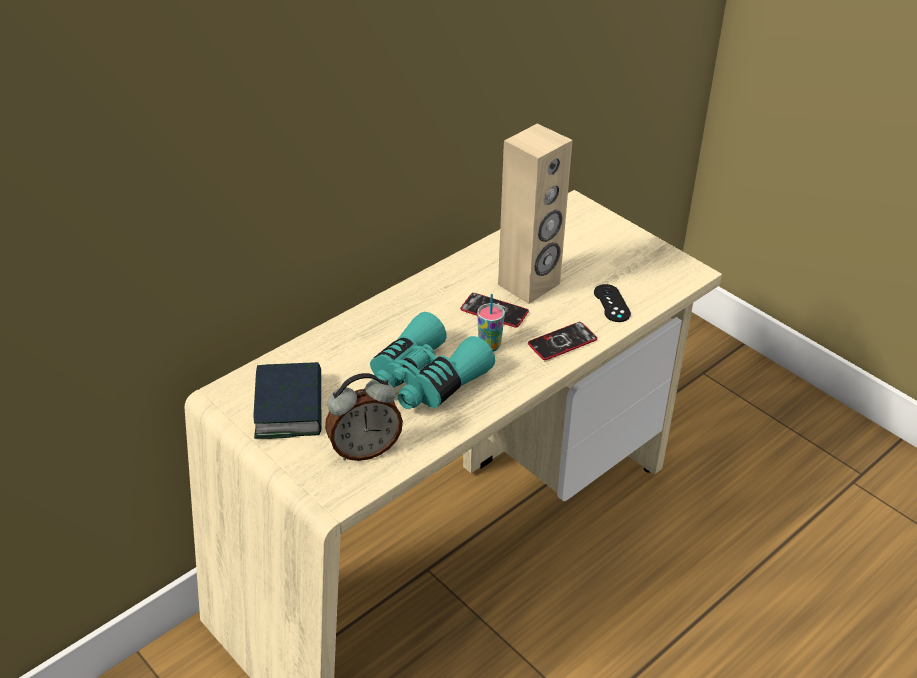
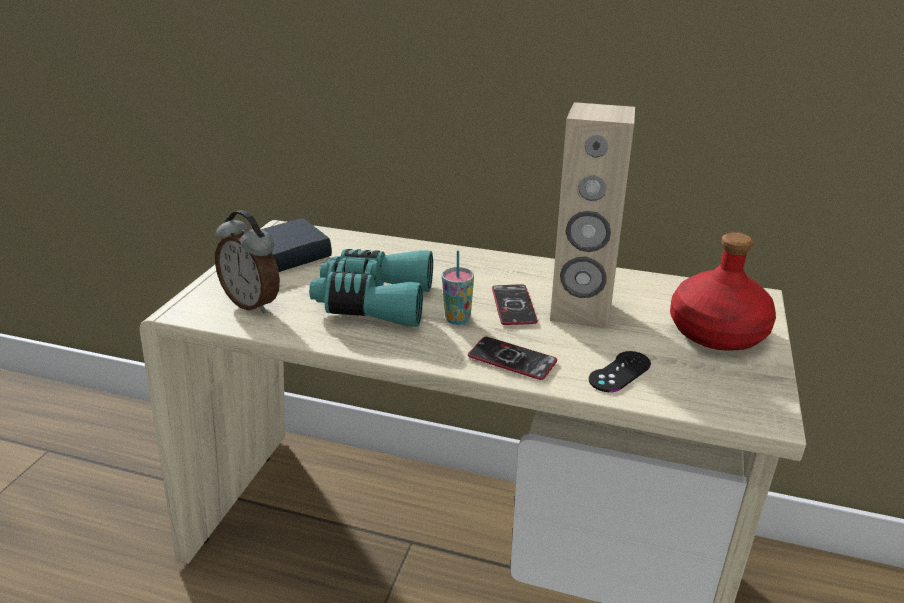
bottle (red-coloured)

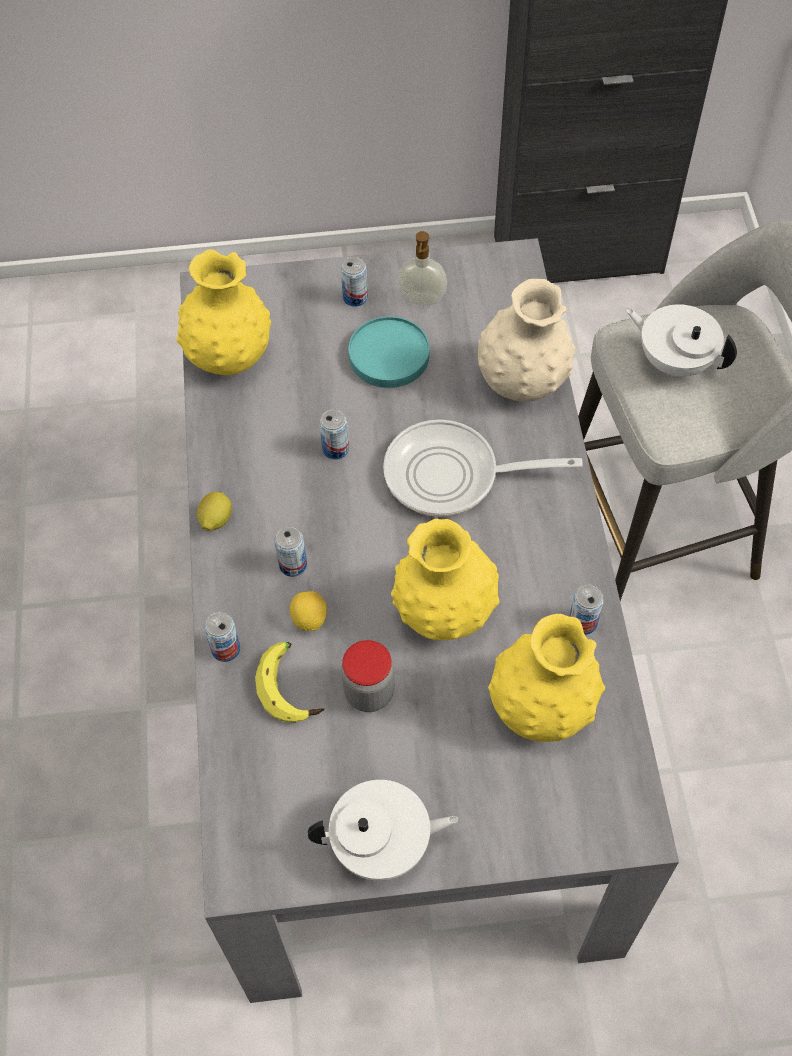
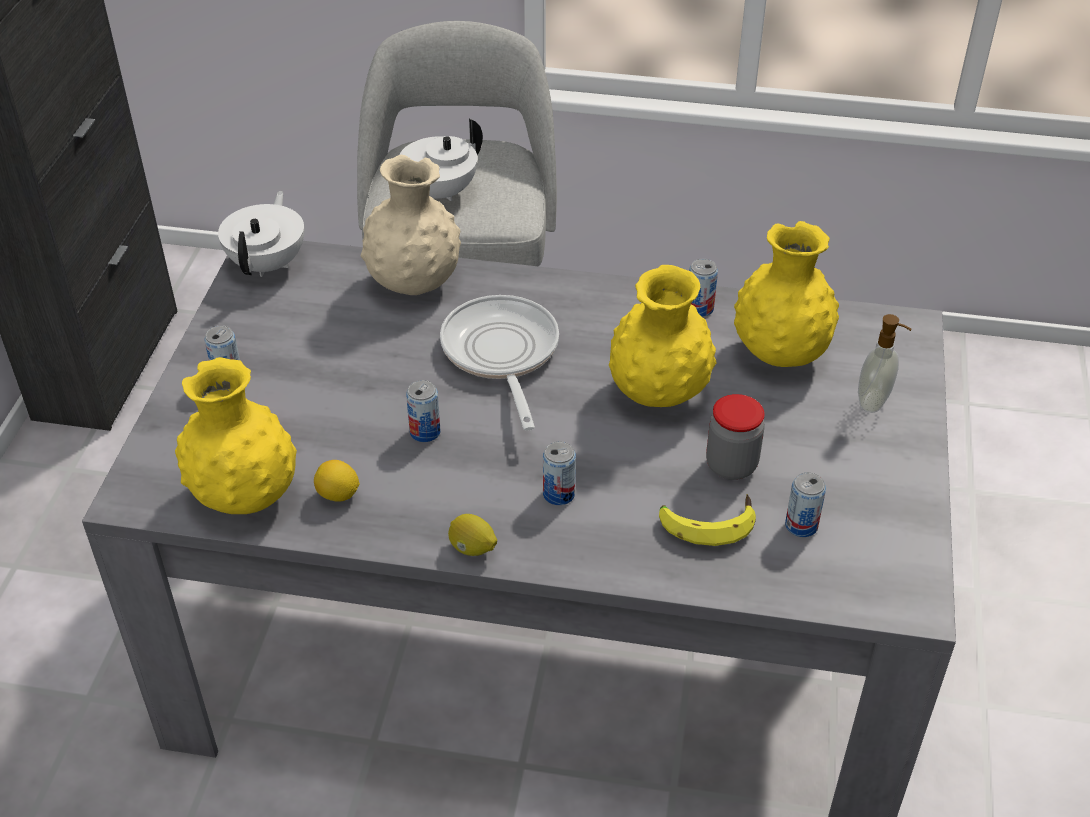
flat dish (blue-green); can (5th from left); lemon (1st from left); pot for tea (white) (1st from left); soap bottle; skillet

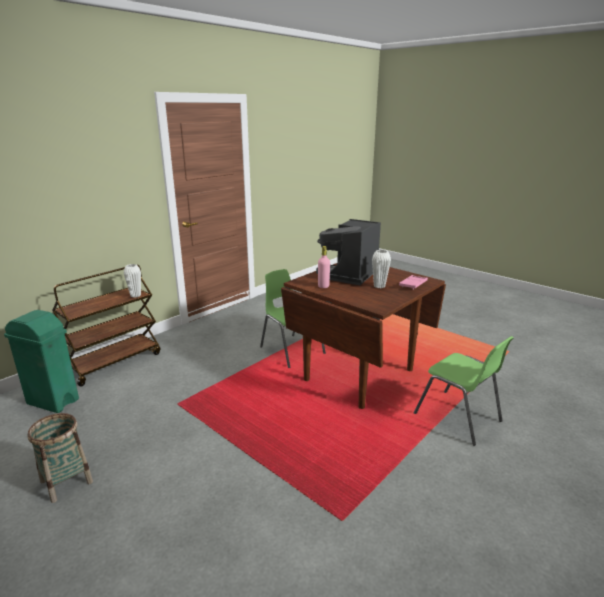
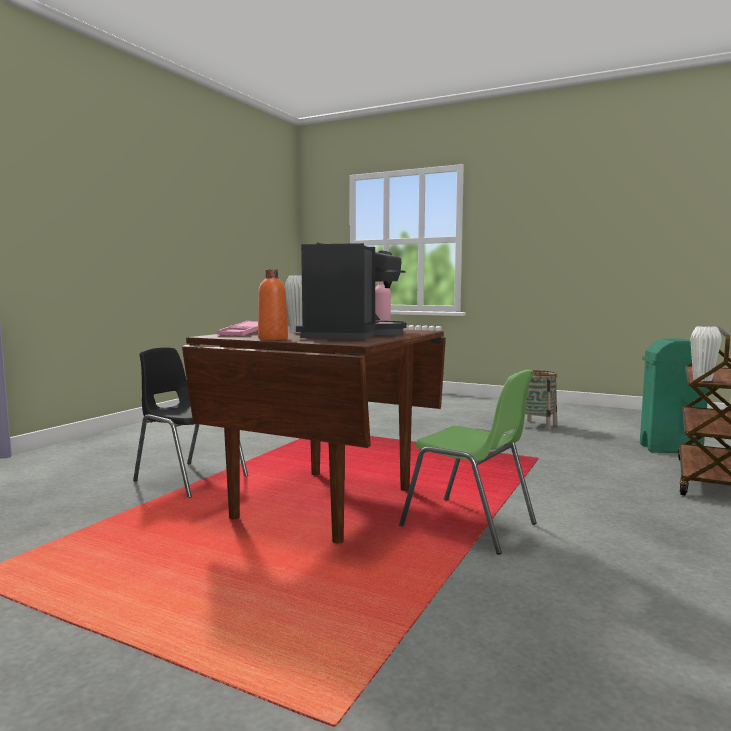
bottle (orange); upright chair (black)

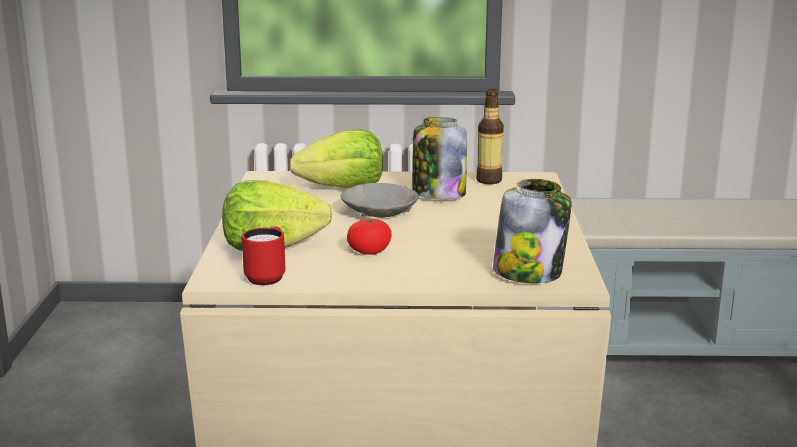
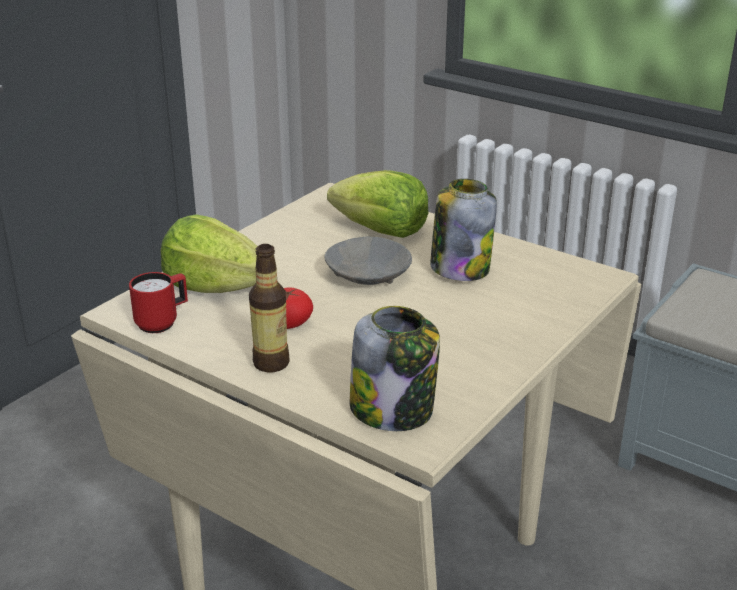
bottle

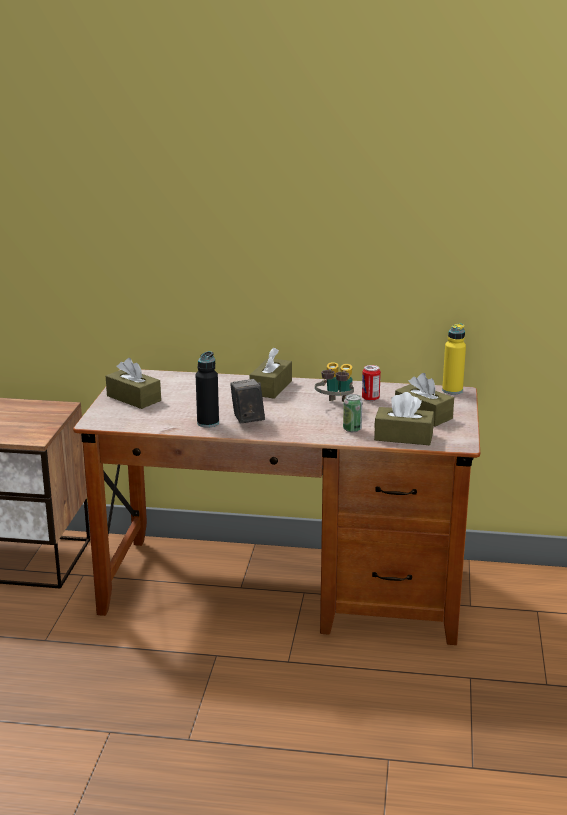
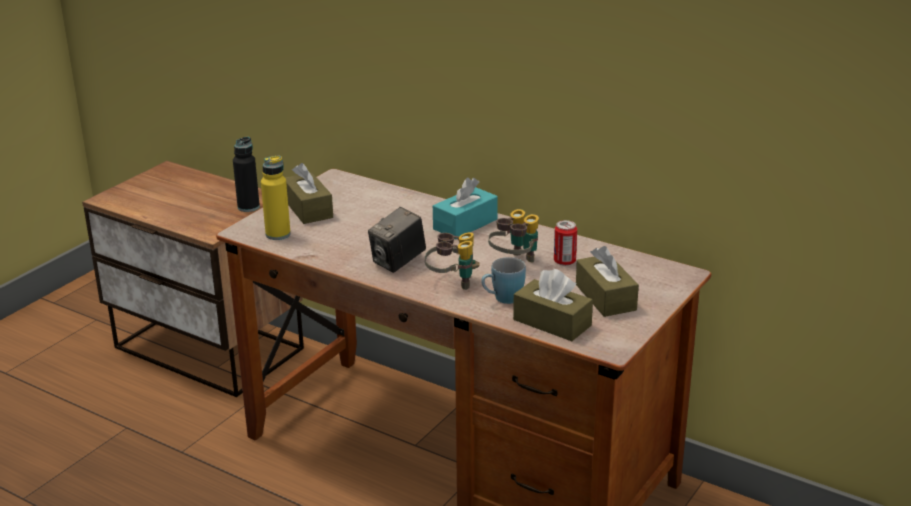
field glasses (1st from left); bottle (black); bottle (yellowish); mug (blue-coloured); tissue holder (blue-green); photo camera

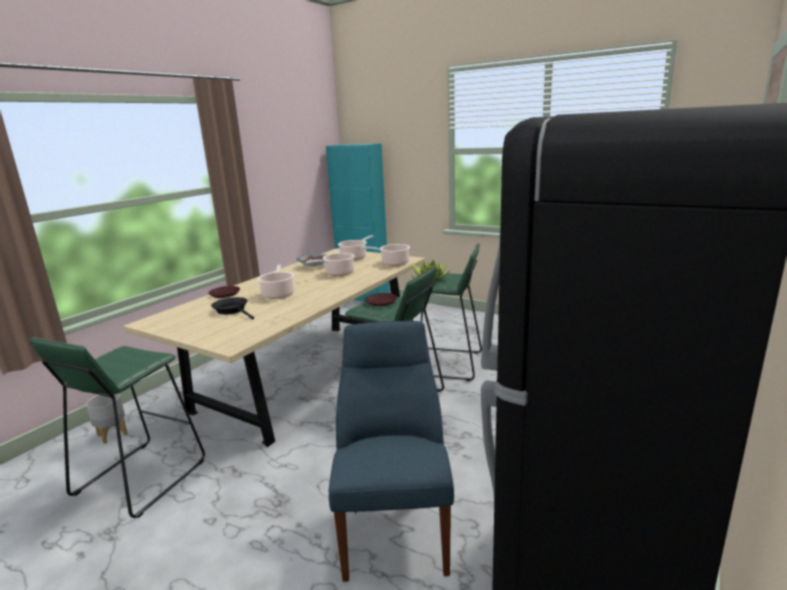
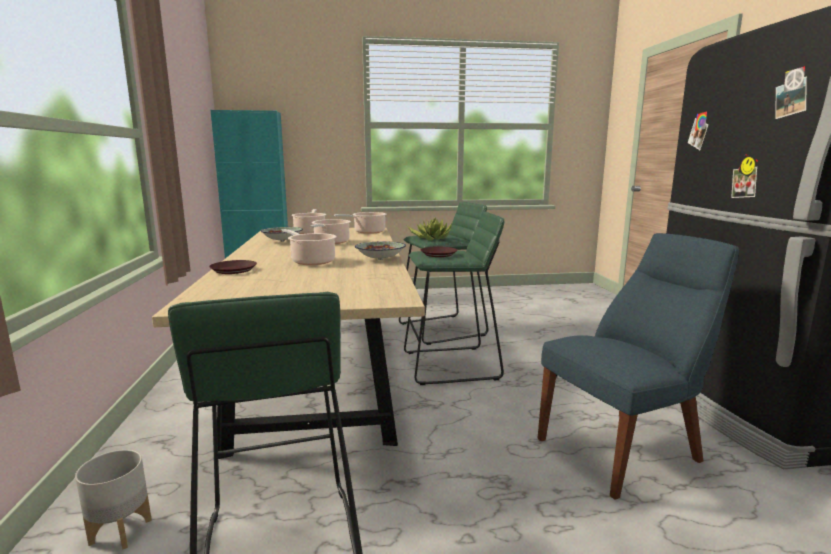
skillet (black); bowl (2nd from left); upright chair (blue-coloured)

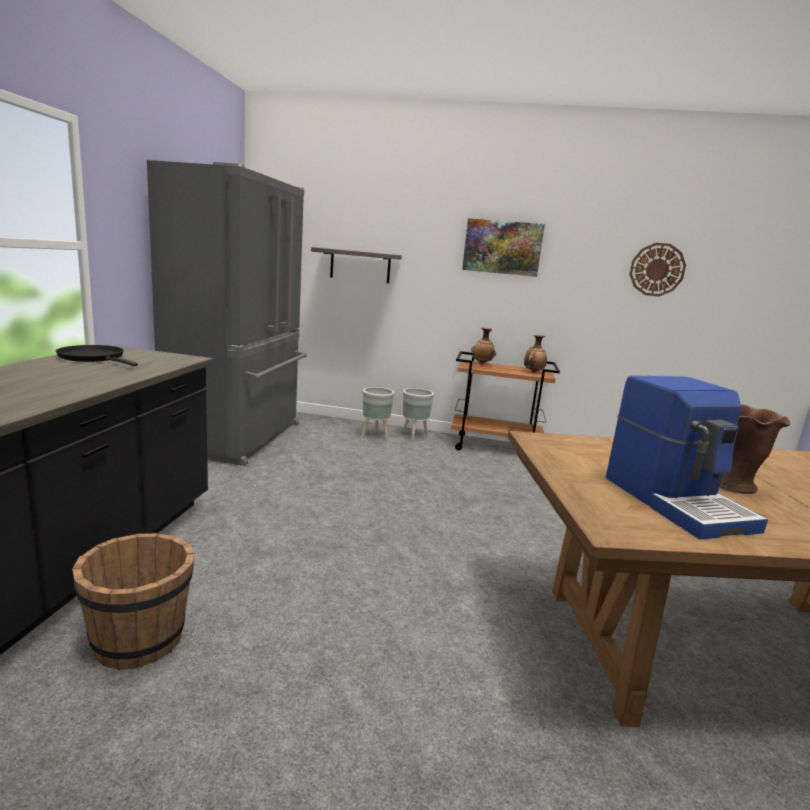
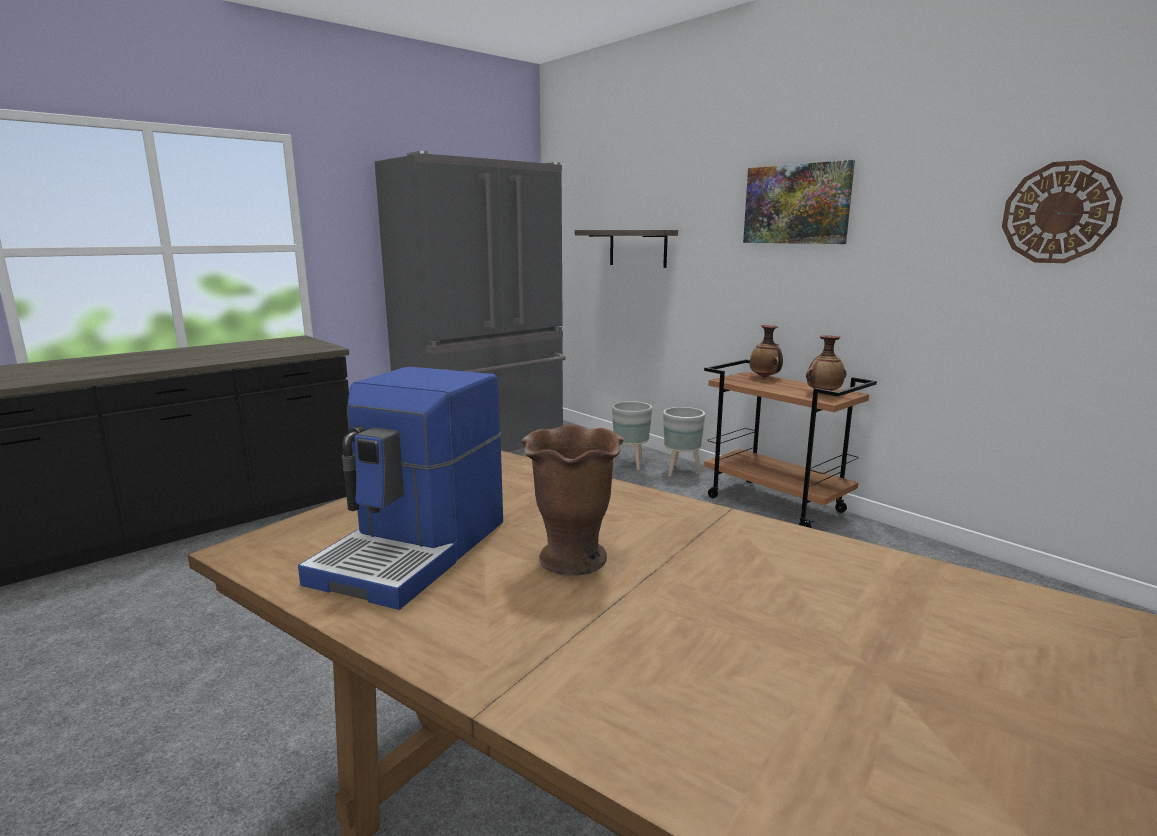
skillet (black); pail (brown-coloured)

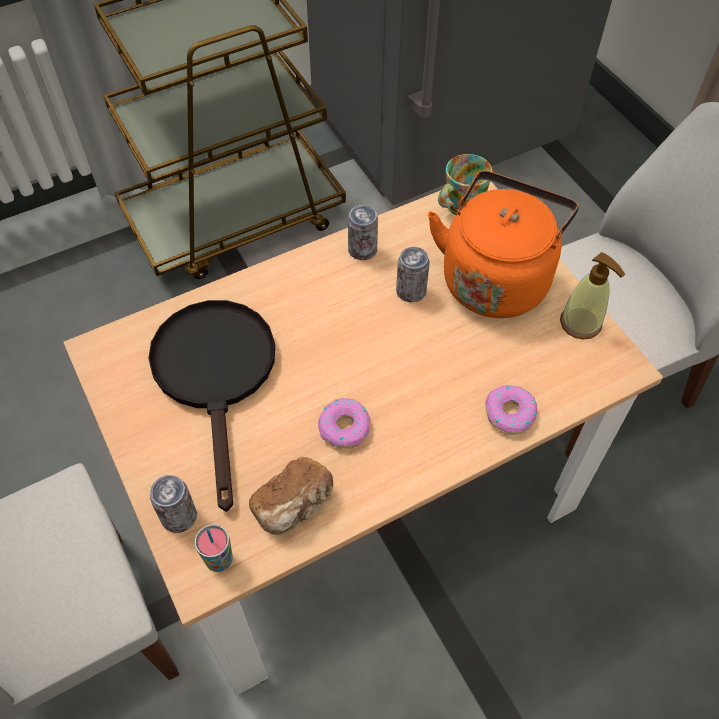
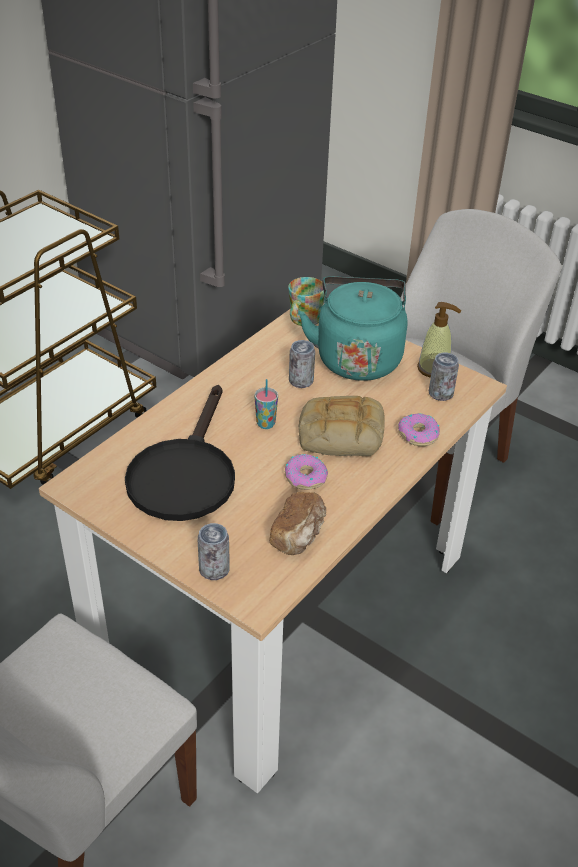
bakery bread (2nd from left); small cup; can (3rd from left); tea kettle (blue-green); skillet (black)

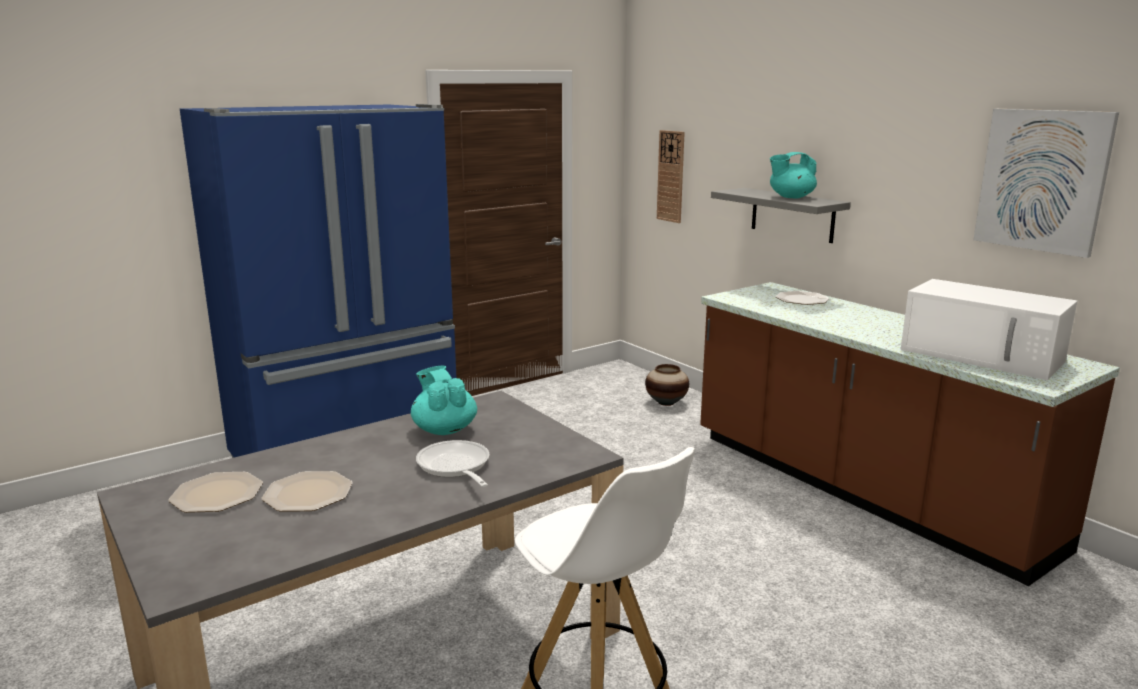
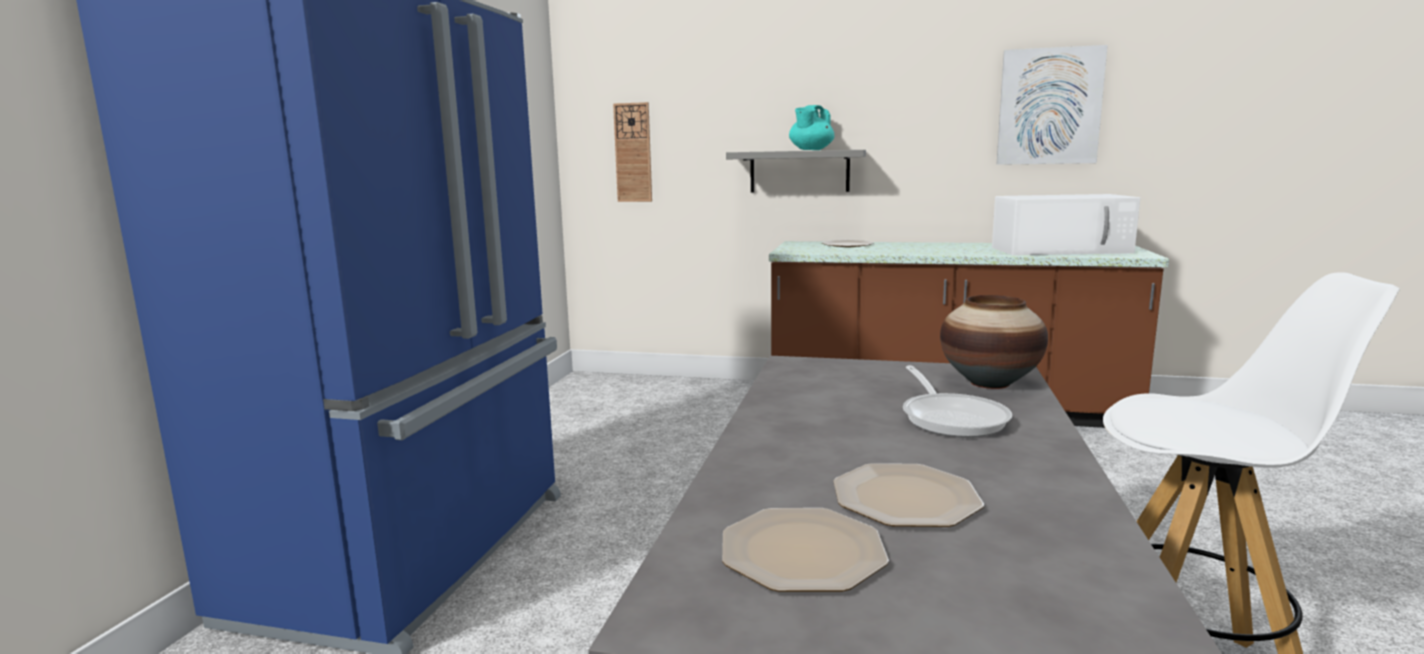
pot for tea (blue-green) (1st from left in the first image); vase; skillet

